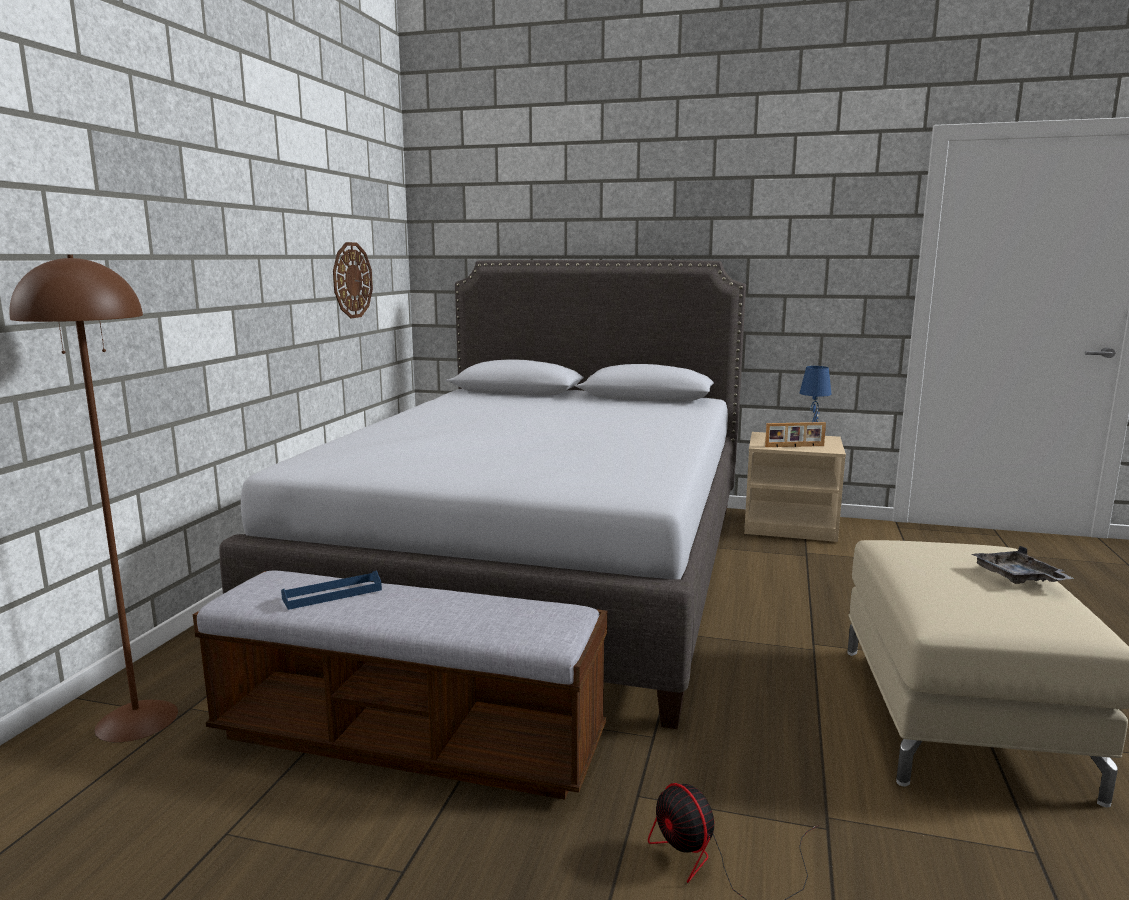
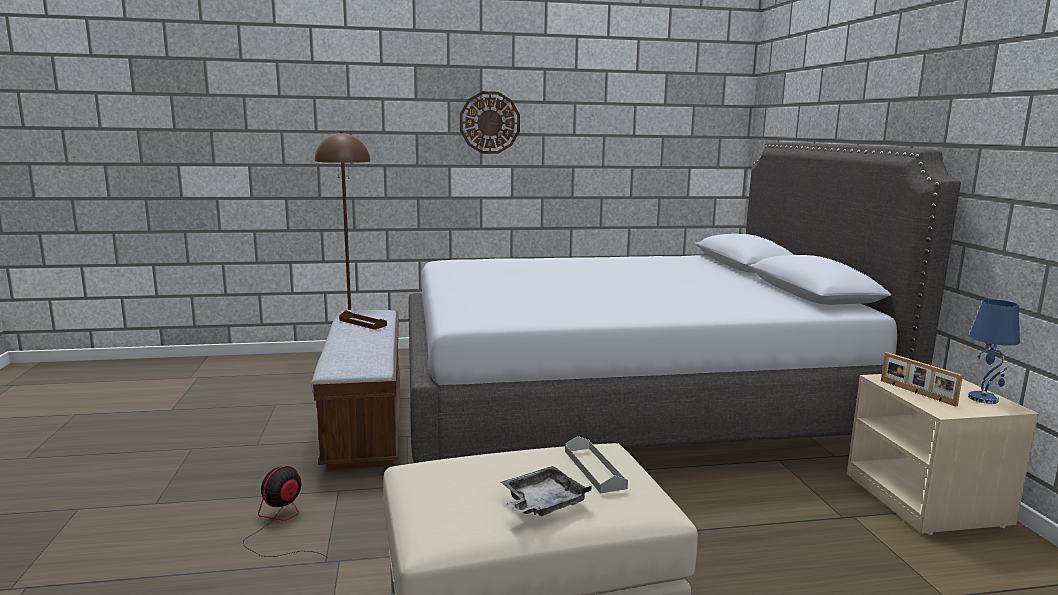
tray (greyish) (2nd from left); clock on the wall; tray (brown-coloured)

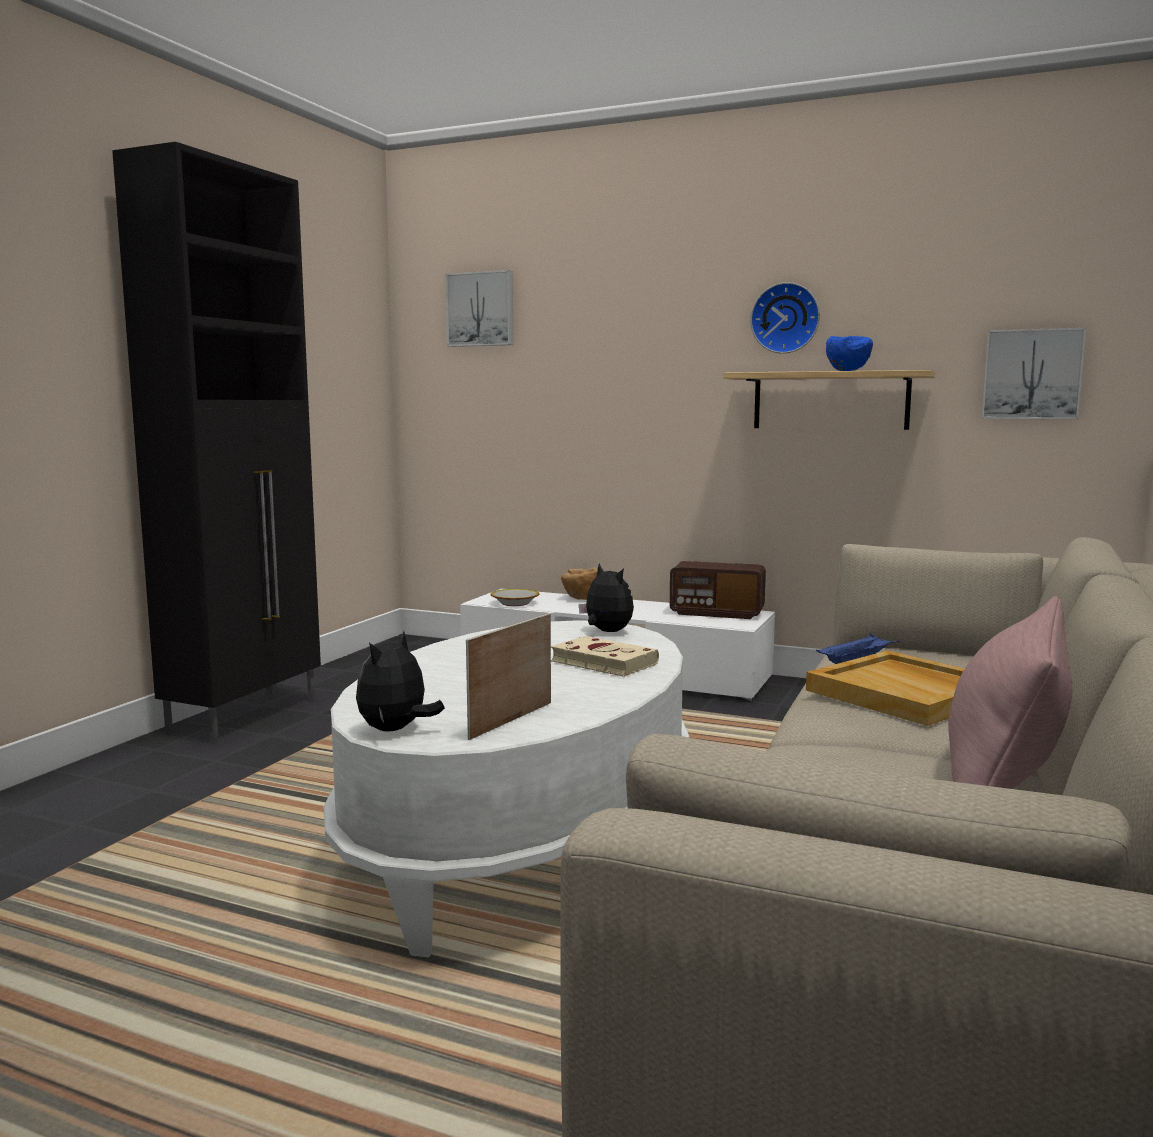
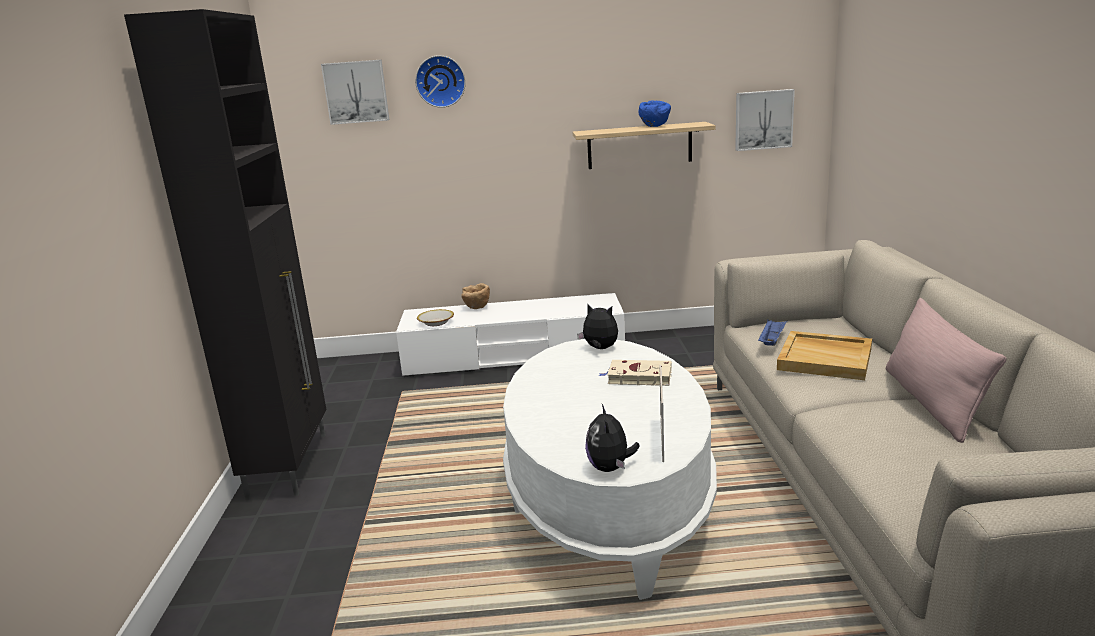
radio; clock on the wall

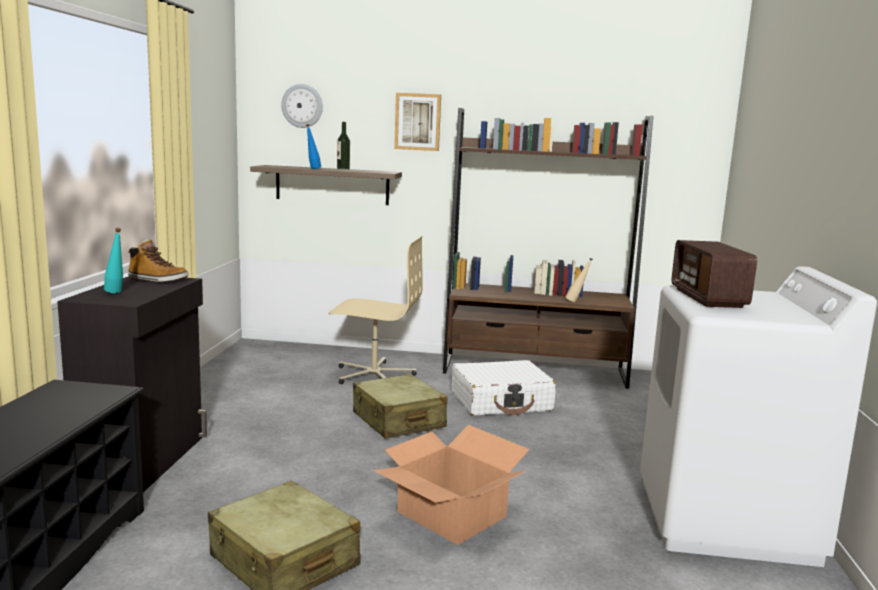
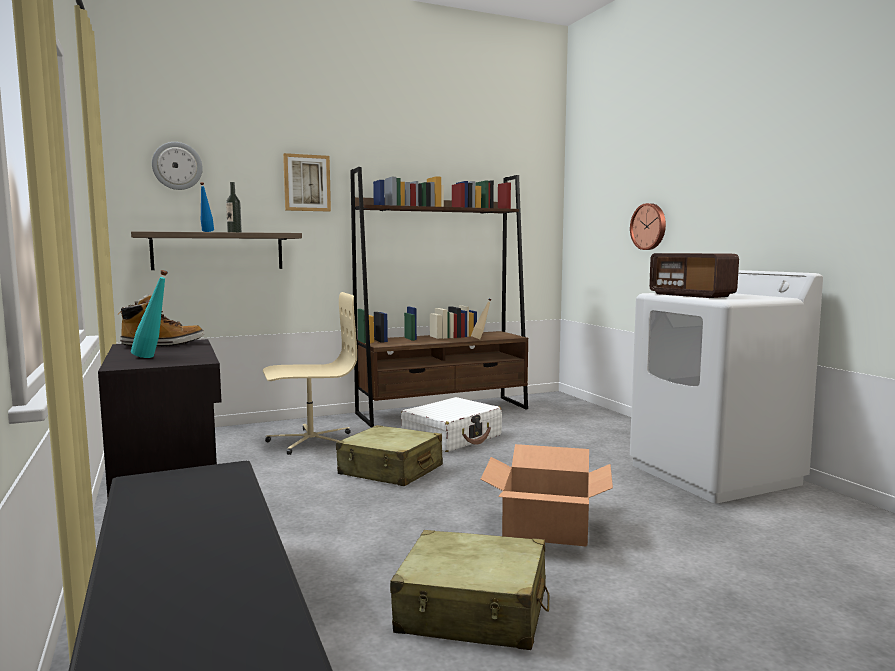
clock on the wall (2nd from left)

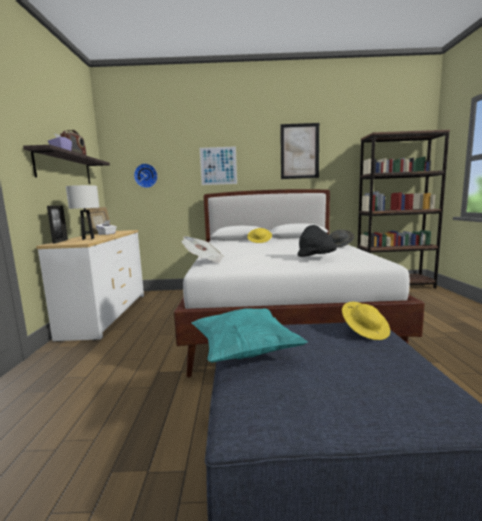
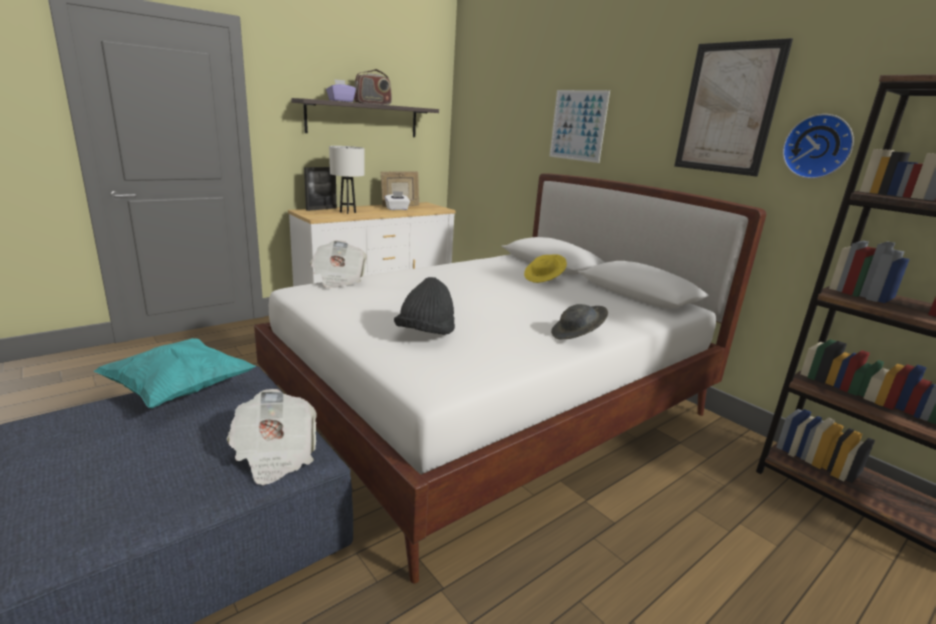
clock on the wall; printed paper (1st from left)

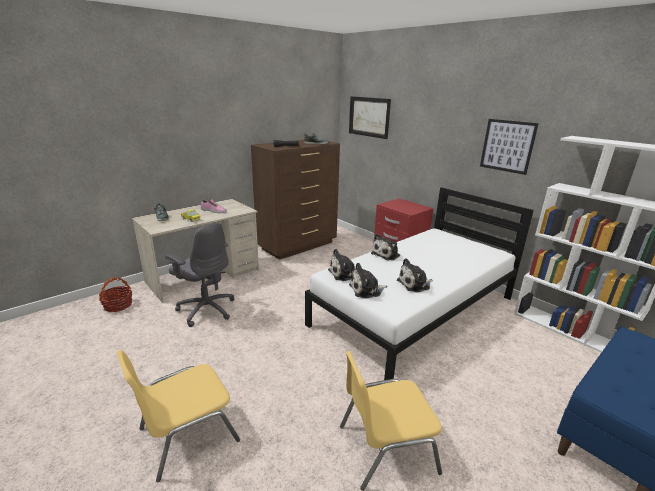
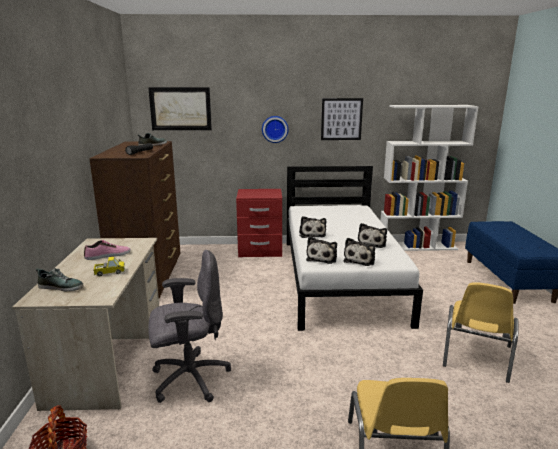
clock on the wall

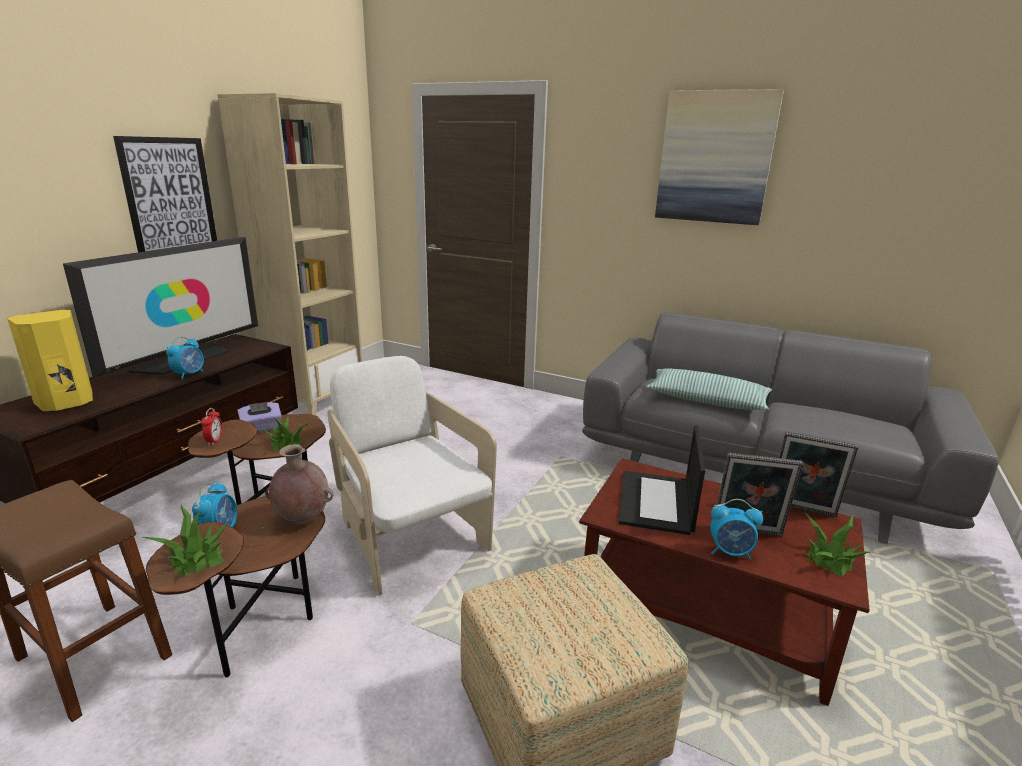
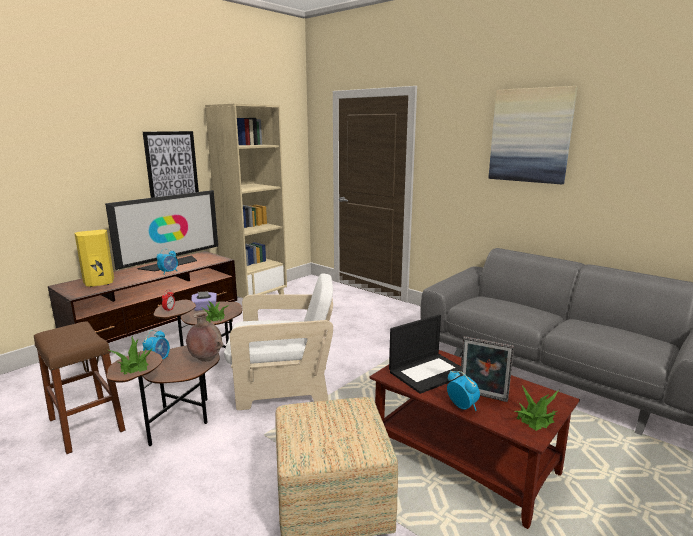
cushion; photo frame (2nd from left in the first image); armchair (white); portable computer; table clock (4th from left)

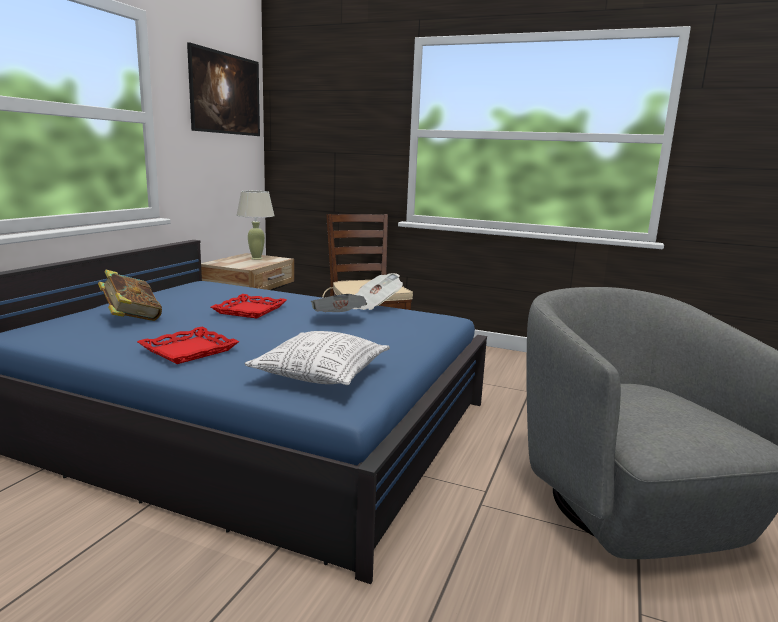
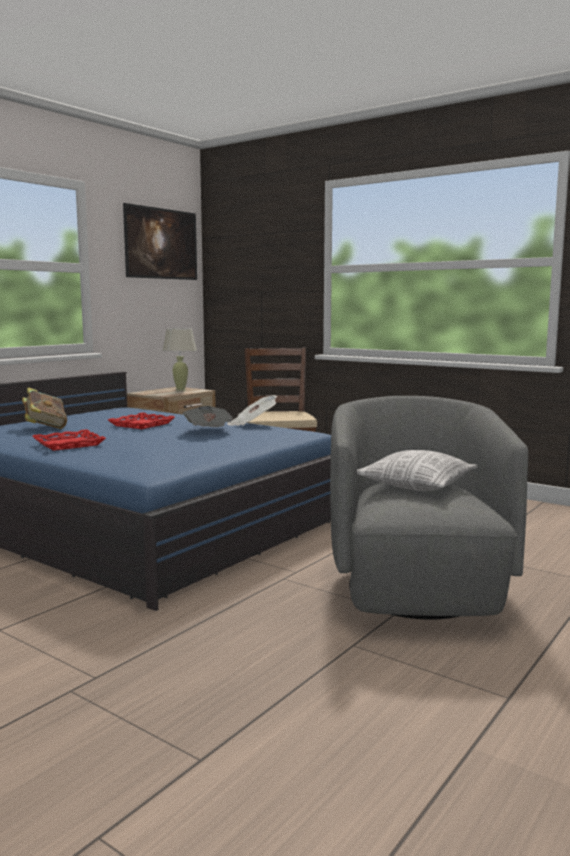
cushion

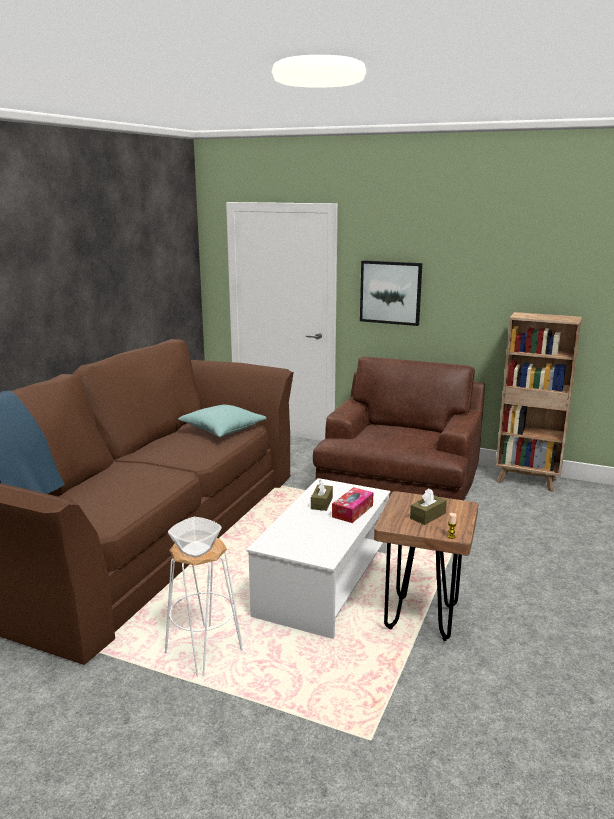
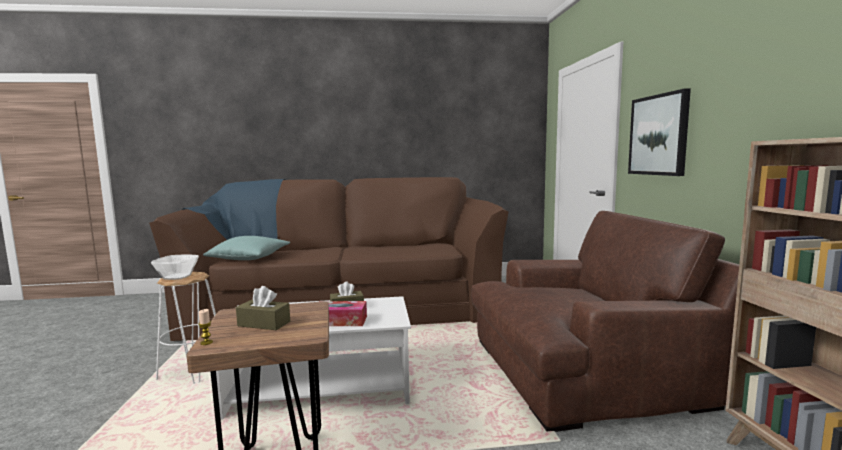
cushion (blue-green)

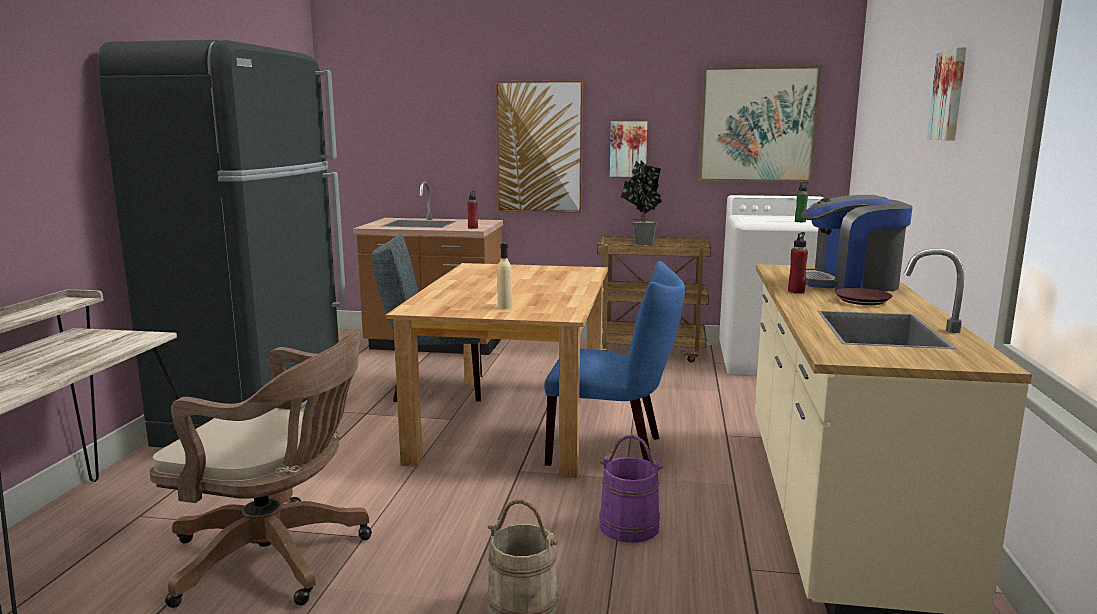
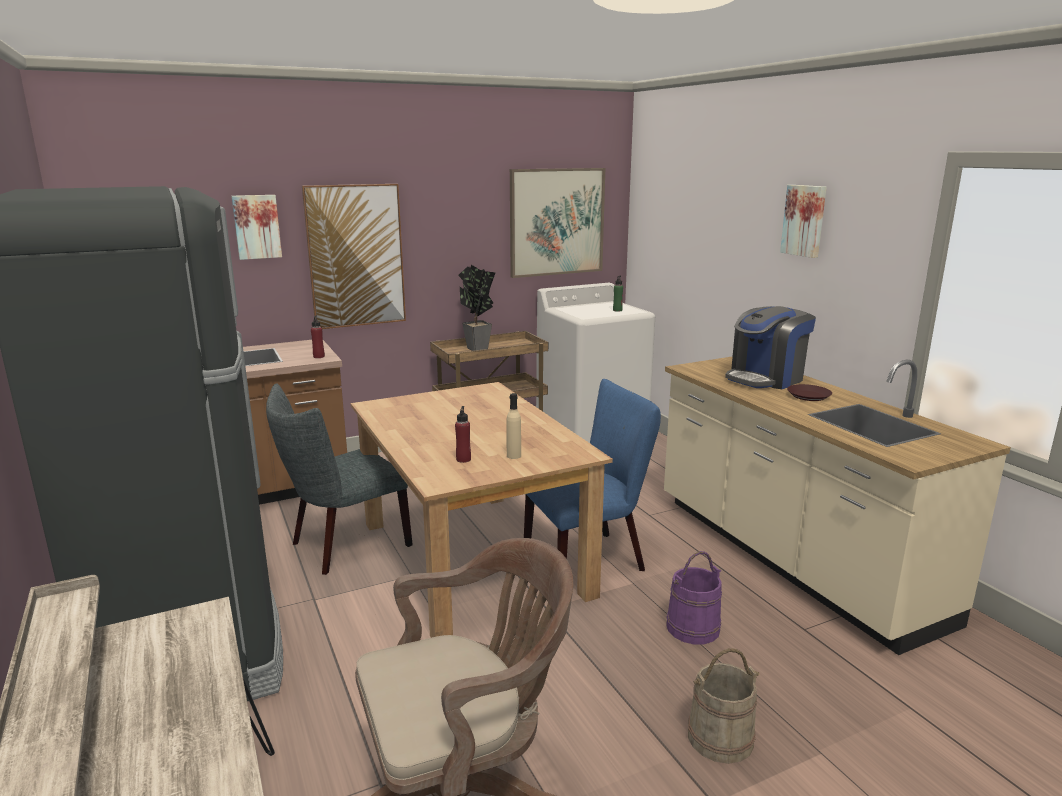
wall art (1st from left); bottle (red-coloured) (2nd from left)

